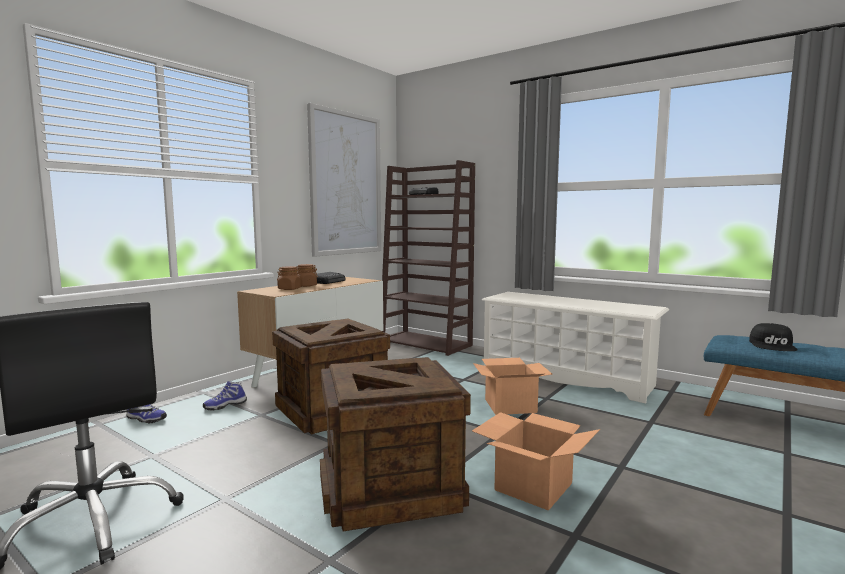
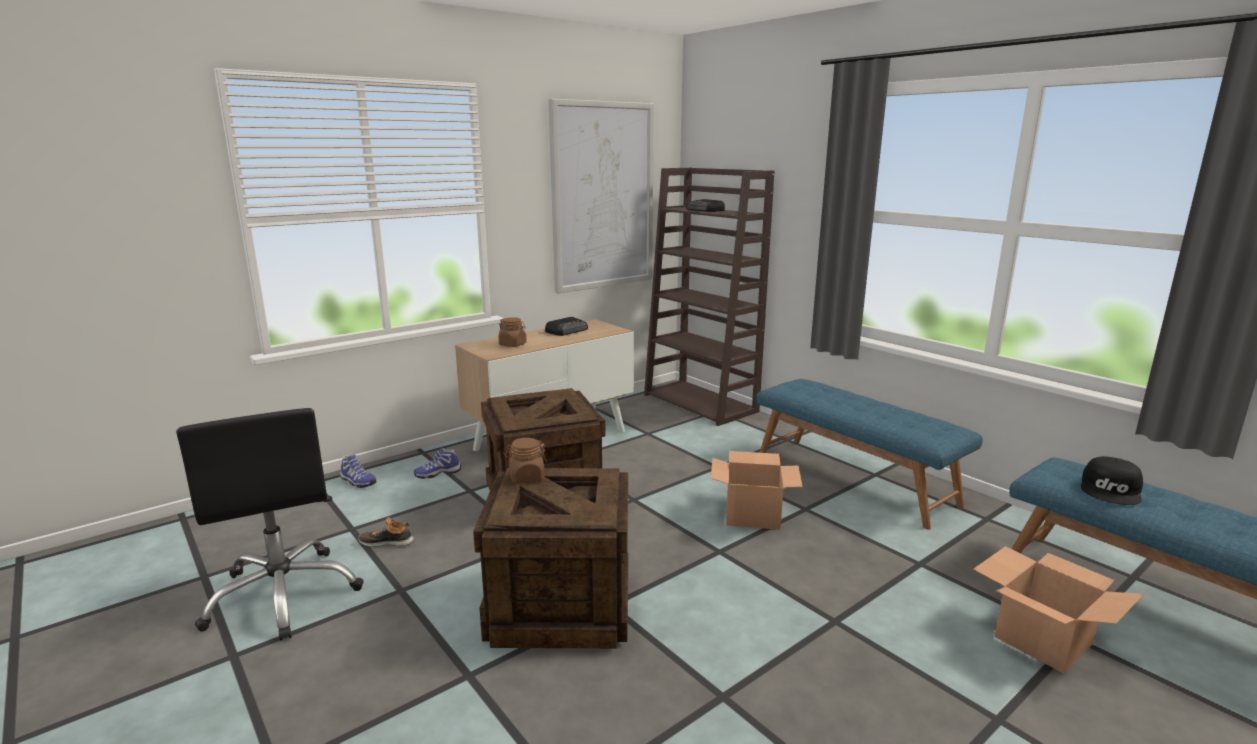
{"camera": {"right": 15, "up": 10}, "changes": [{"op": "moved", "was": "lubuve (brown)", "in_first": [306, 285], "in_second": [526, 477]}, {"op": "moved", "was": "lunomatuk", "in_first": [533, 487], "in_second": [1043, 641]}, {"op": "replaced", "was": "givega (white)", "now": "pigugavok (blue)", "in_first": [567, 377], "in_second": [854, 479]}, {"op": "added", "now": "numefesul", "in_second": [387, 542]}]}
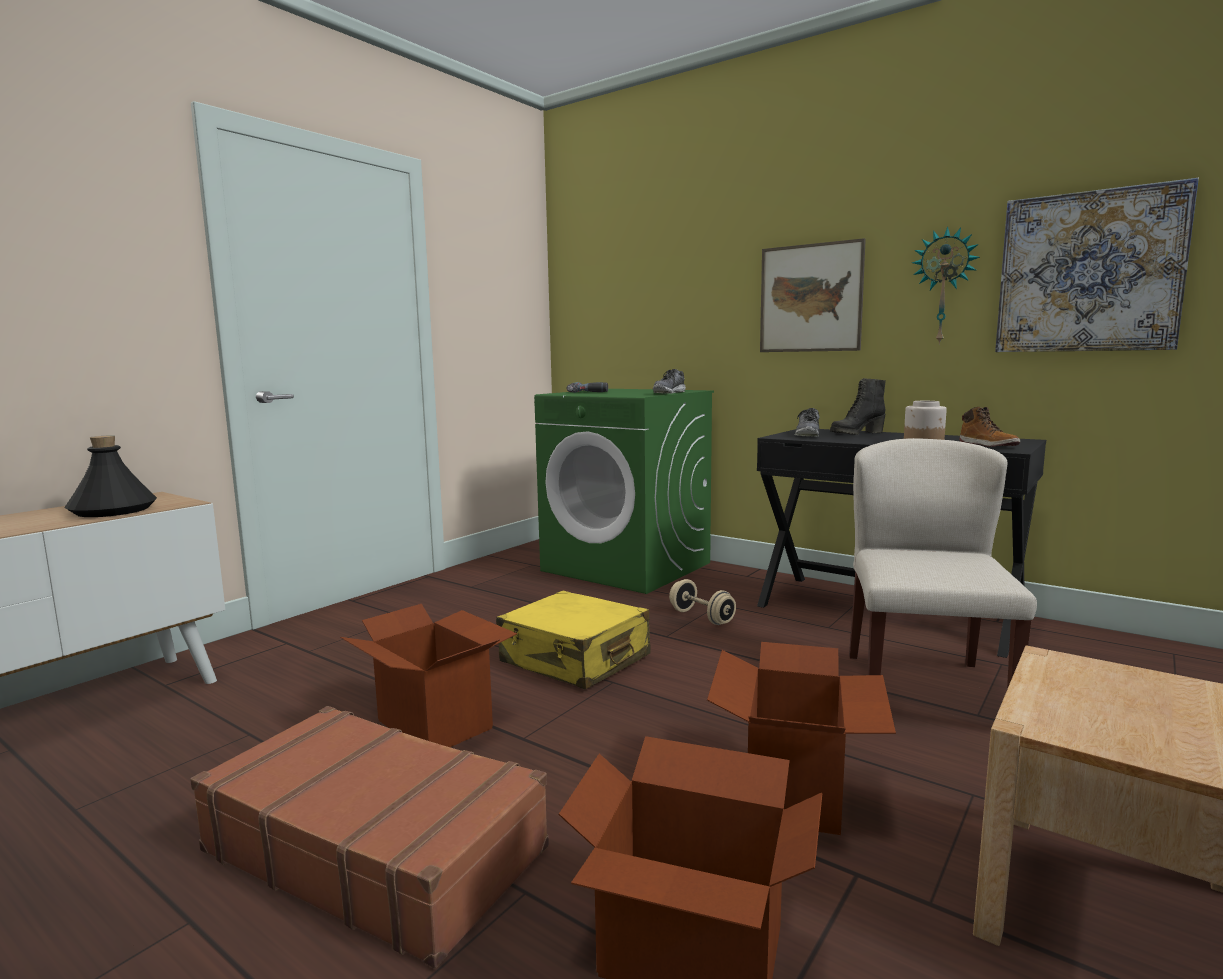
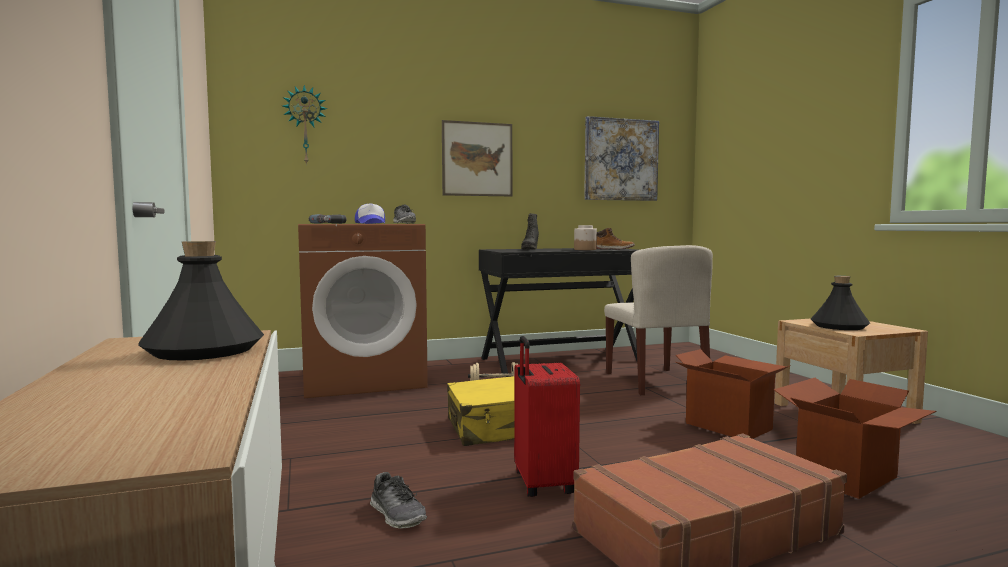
{"camera": {"right": -55, "up": -5}, "changes": [{"op": "replaced", "was": "lunomatuk", "now": "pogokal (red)", "in_first": [436, 723], "in_second": [542, 484]}, {"op": "recoloured", "was": "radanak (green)", "now": "radanak (brown)", "in_first": [627, 567], "in_second": [363, 379]}, {"op": "moved", "was": "numefesul", "in_first": [808, 434], "in_second": [397, 515]}, {"op": "turned", "was": "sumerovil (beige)", "in_first": [922, 689], "in_second": [656, 381], "clockwise": -150}, {"op": "moved", "was": "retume", "in_first": [944, 286], "in_second": [305, 125]}, {"op": "added", "now": "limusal", "in_second": [371, 223]}, {"op": "added", "now": "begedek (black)", "in_second": [839, 326]}]}
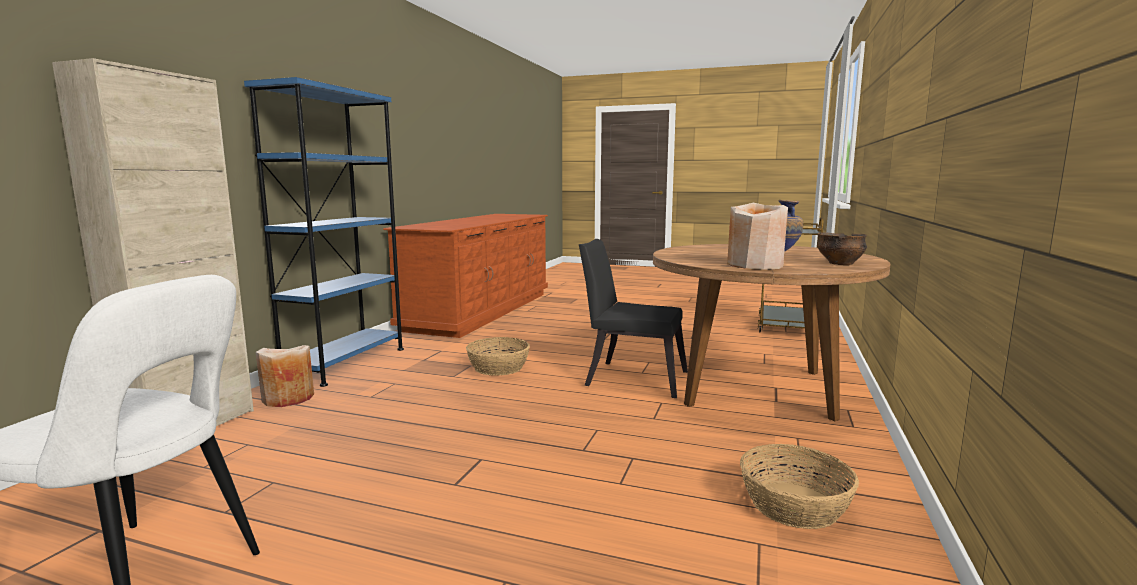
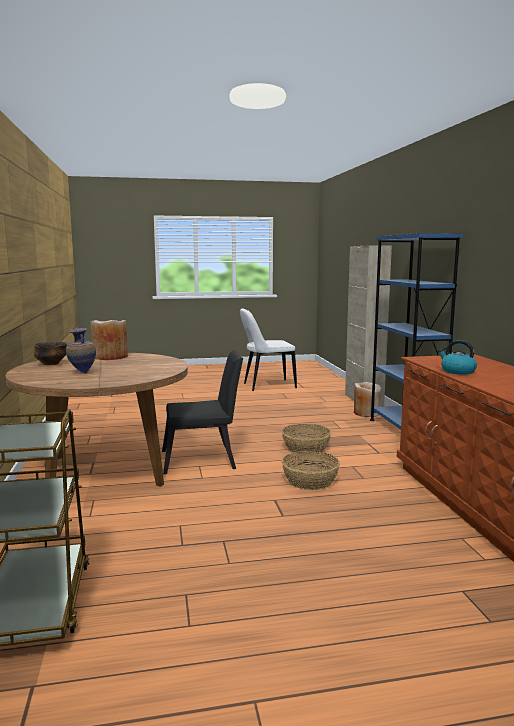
{"camera": {"right": 150, "up": 0}, "changes": [{"op": "moved", "was": "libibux", "in_first": [795, 505], "in_second": [309, 481]}, {"op": "added", "now": "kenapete", "in_second": [457, 371]}]}
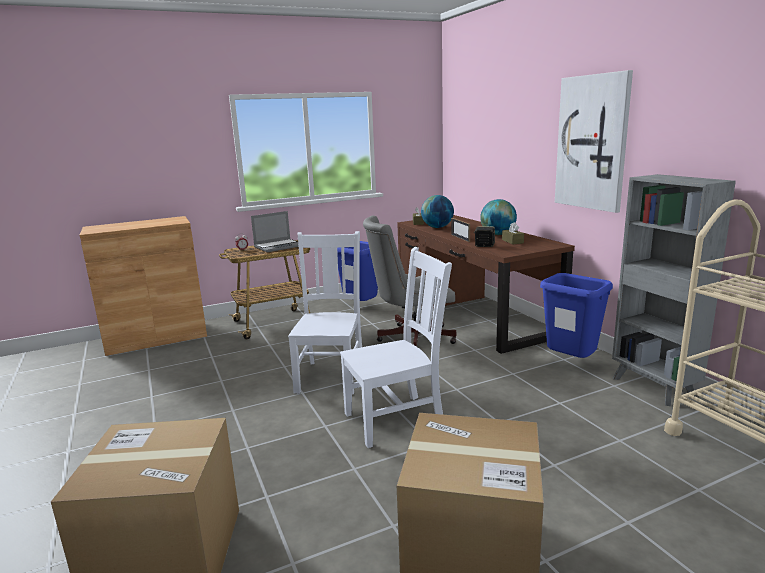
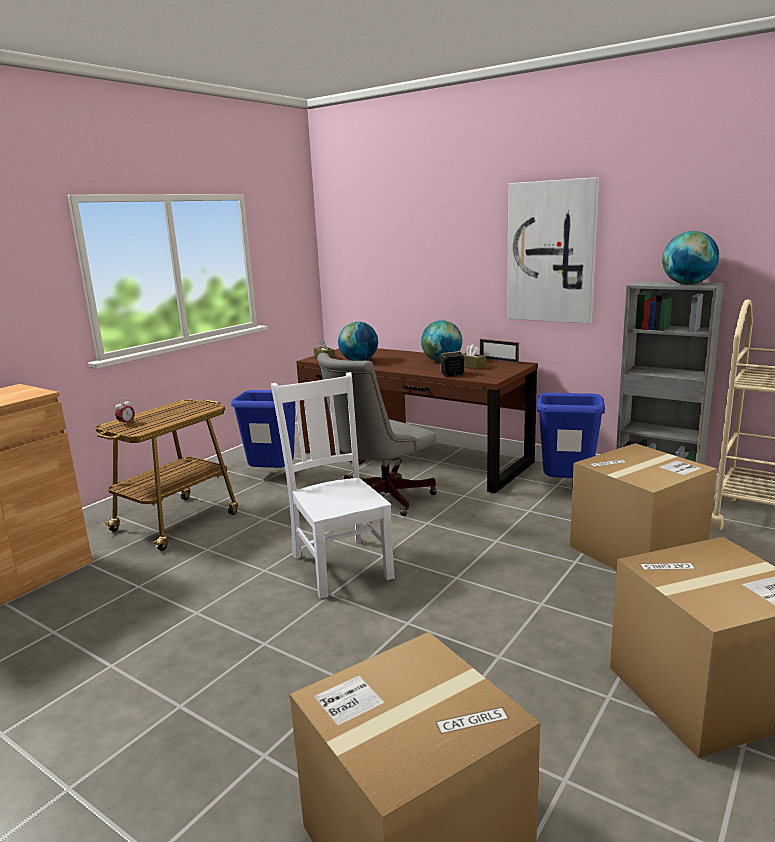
{"camera": {"right": -30, "up": 0}, "changes": [{"op": "removed", "was": "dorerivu", "in_first": [278, 246]}, {"op": "removed", "was": "sumerovil (white)", "in_first": [397, 419]}, {"op": "moved", "was": "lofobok", "in_first": [460, 238], "in_second": [498, 360]}, {"op": "added", "now": "lunomatuk", "in_second": [636, 551]}, {"op": "added", "now": "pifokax", "in_second": [688, 284]}]}
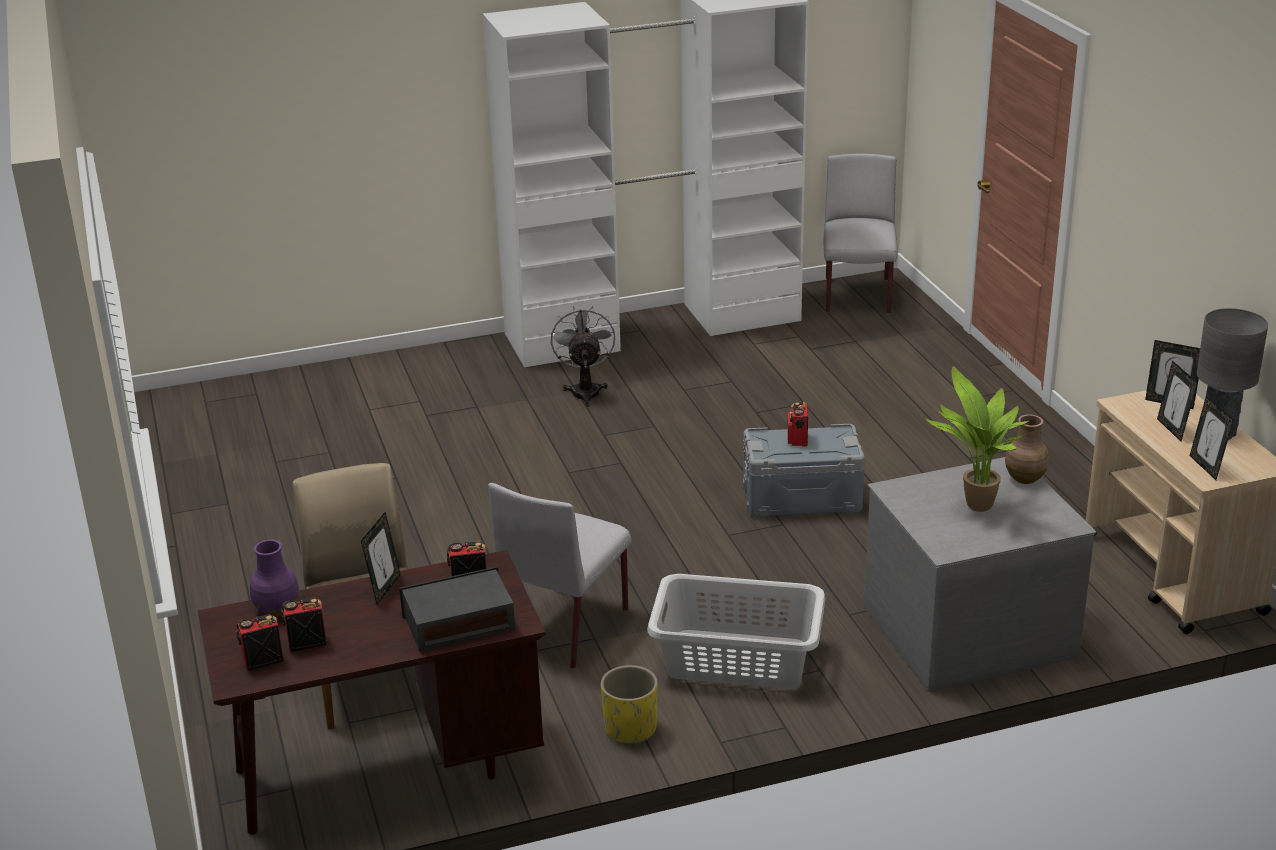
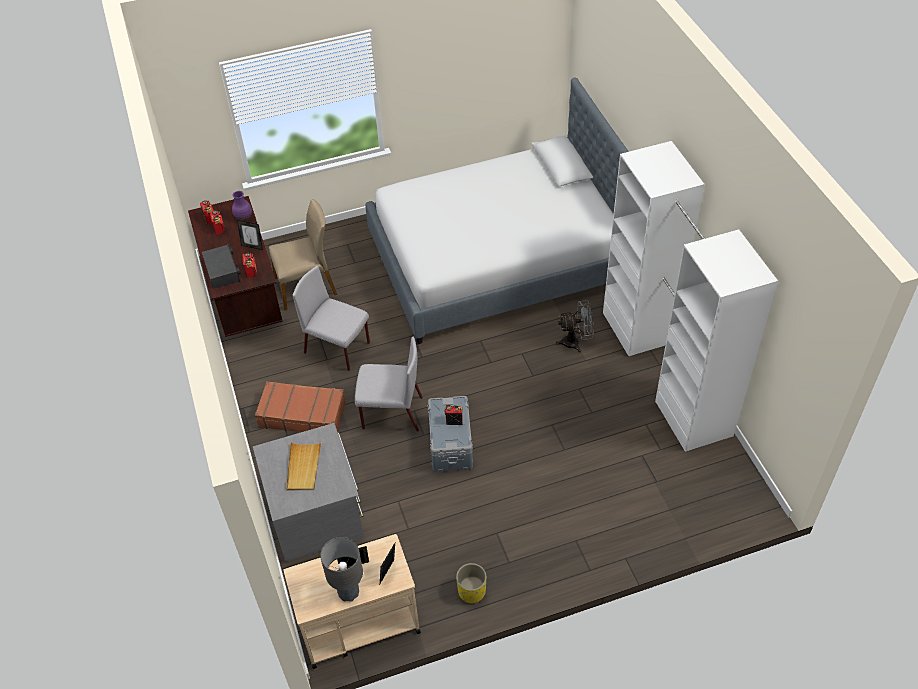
{"camera": {"right": 90, "up": 20}, "changes": [{"op": "moved", "was": "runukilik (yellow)", "in_first": [630, 729], "in_second": [471, 591]}, {"op": "replaced", "was": "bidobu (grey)", "now": "pogokal (brown)", "in_first": [737, 660], "in_second": [302, 414]}, {"op": "moved", "was": "sumerovil (grey)", "in_first": [857, 296], "in_second": [391, 413]}, {"op": "replaced", "was": "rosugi", "now": "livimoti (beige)", "in_first": [974, 507], "in_second": [303, 467]}, {"op": "removed", "was": "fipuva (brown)", "in_first": [1025, 478]}, {"op": "removed", "was": "lofobok", "in_first": [1206, 467]}, {"op": "added", "now": "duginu", "in_second": [499, 259]}]}
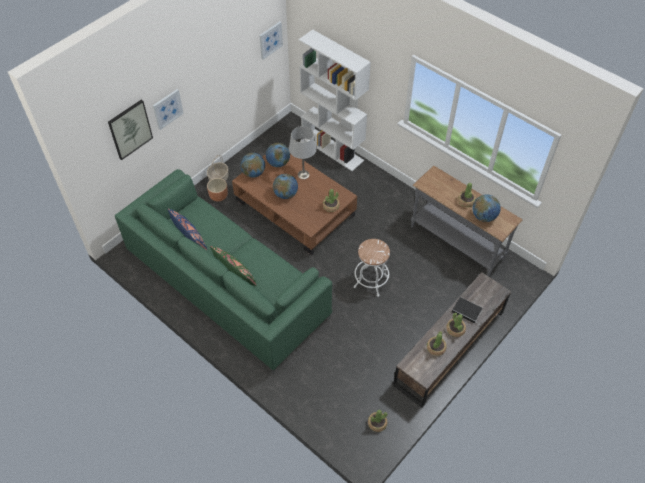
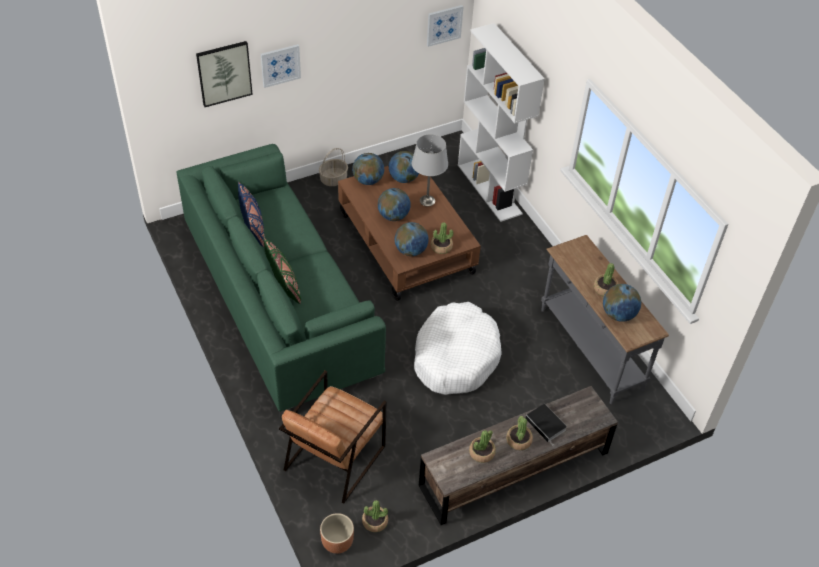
{"camera": {"right": 20, "up": -5}, "changes": [{"op": "moved", "was": "runukilik (brown)", "in_first": [218, 196], "in_second": [337, 542]}, {"op": "replaced", "was": "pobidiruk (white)", "now": "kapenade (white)", "in_first": [371, 281], "in_second": [455, 356]}, {"op": "added", "now": "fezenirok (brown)", "in_second": [334, 457]}, {"op": "added", "now": "pifokax", "in_second": [410, 250]}]}
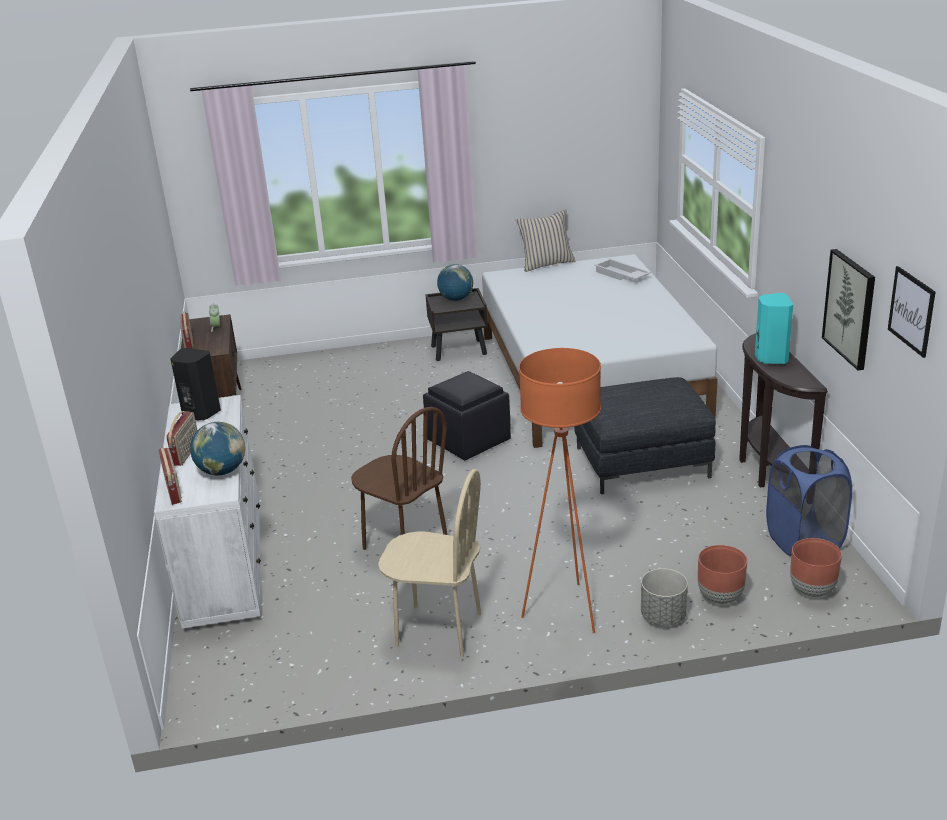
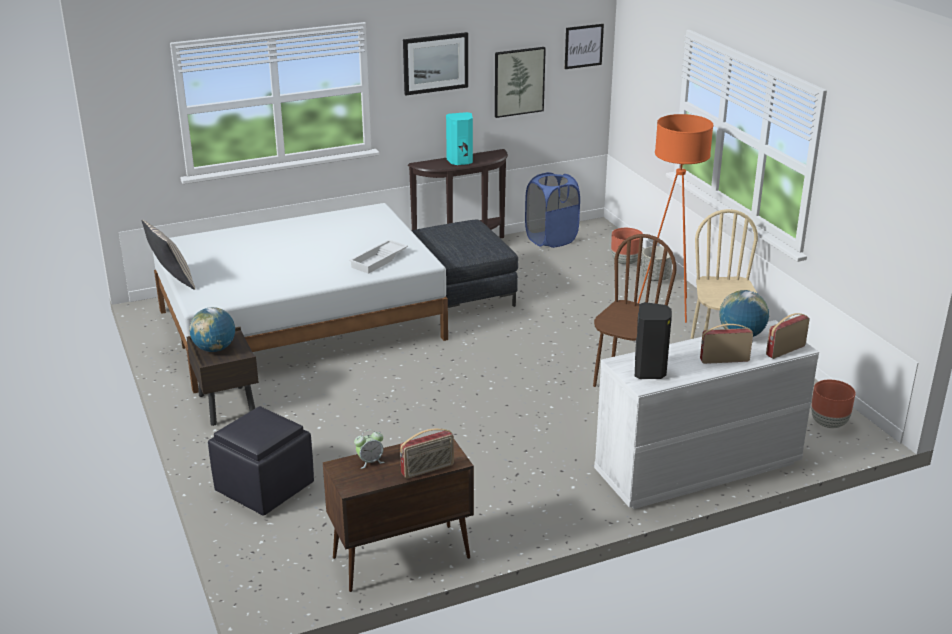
{"camera": {"right": -105, "up": 0}, "changes": [{"op": "moved", "was": "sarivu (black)", "in_first": [469, 440], "in_second": [264, 487]}, {"op": "moved", "was": "livimoti (white)", "in_first": [621, 275], "in_second": [379, 260]}, {"op": "moved", "was": "runukilik (brown)", "in_first": [812, 590], "in_second": [829, 423]}, {"op": "added", "now": "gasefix", "in_second": [435, 63]}]}
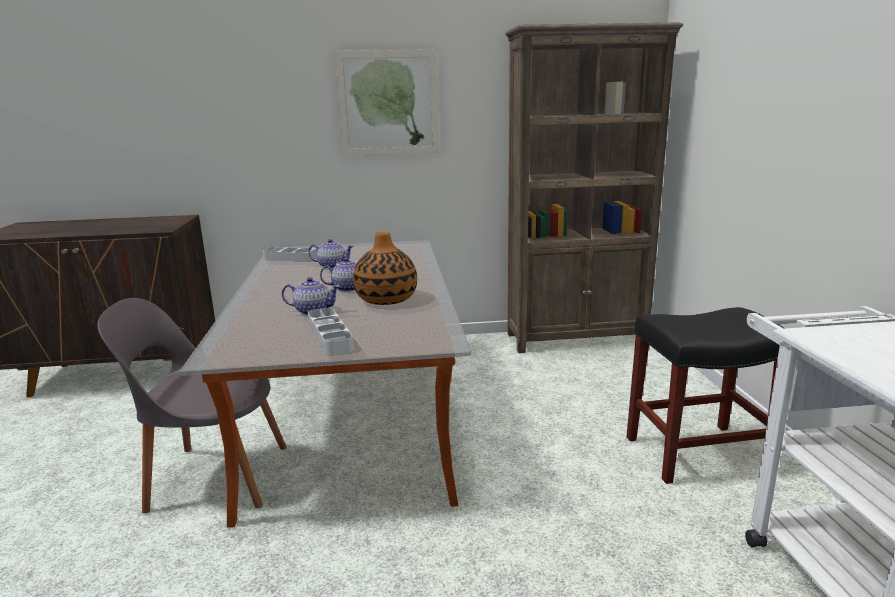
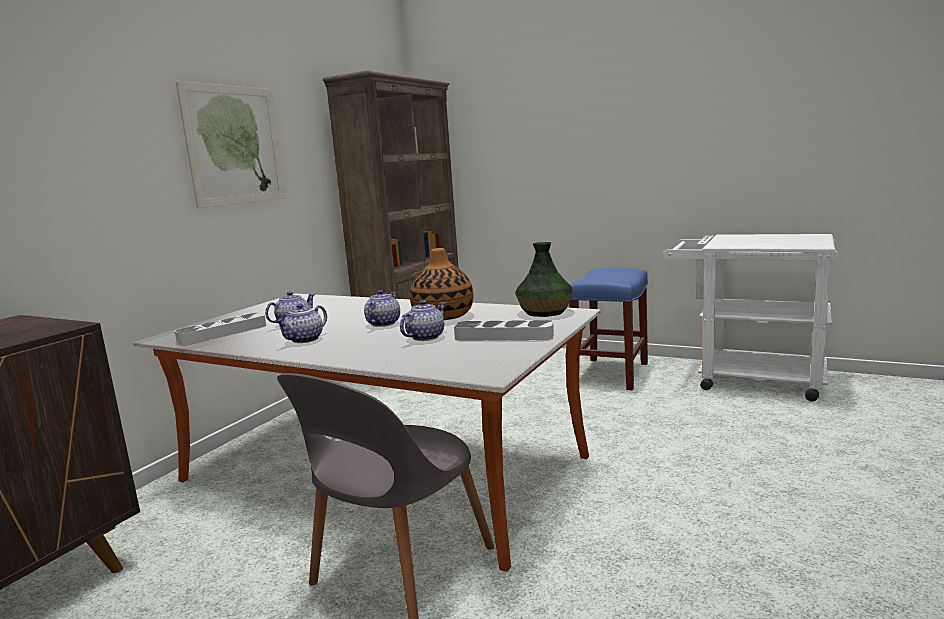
{"camera": {"right": -55, "up": -5}, "changes": [{"op": "recoloured", "was": "pobidiruk (black)", "now": "pobidiruk (blue)", "in_first": [698, 452], "in_second": [610, 373]}, {"op": "added", "now": "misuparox", "in_second": [304, 340]}, {"op": "added", "now": "fipuva", "in_second": [545, 312]}]}
